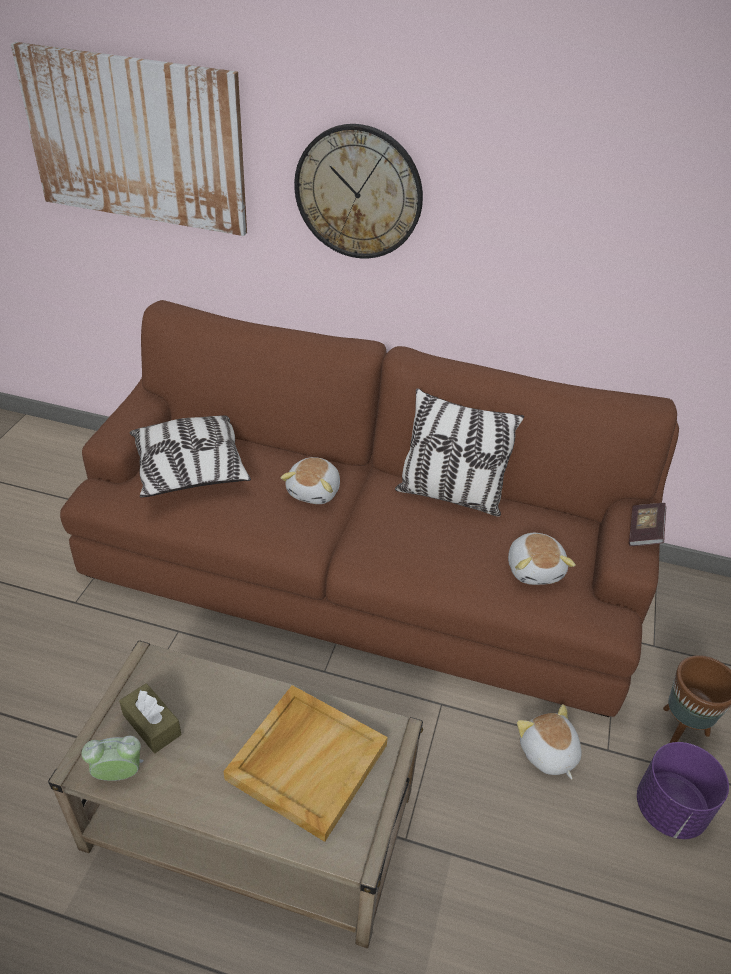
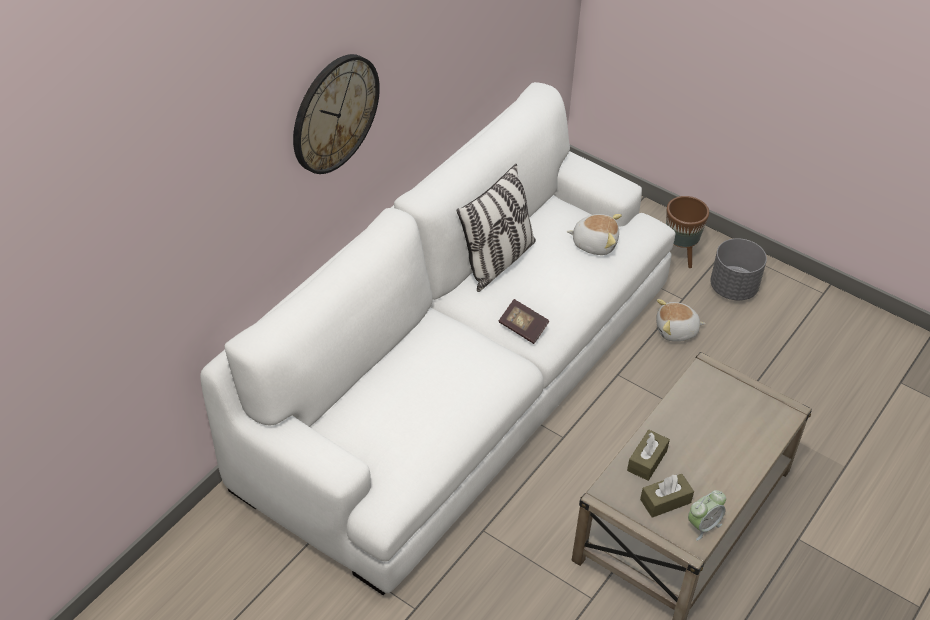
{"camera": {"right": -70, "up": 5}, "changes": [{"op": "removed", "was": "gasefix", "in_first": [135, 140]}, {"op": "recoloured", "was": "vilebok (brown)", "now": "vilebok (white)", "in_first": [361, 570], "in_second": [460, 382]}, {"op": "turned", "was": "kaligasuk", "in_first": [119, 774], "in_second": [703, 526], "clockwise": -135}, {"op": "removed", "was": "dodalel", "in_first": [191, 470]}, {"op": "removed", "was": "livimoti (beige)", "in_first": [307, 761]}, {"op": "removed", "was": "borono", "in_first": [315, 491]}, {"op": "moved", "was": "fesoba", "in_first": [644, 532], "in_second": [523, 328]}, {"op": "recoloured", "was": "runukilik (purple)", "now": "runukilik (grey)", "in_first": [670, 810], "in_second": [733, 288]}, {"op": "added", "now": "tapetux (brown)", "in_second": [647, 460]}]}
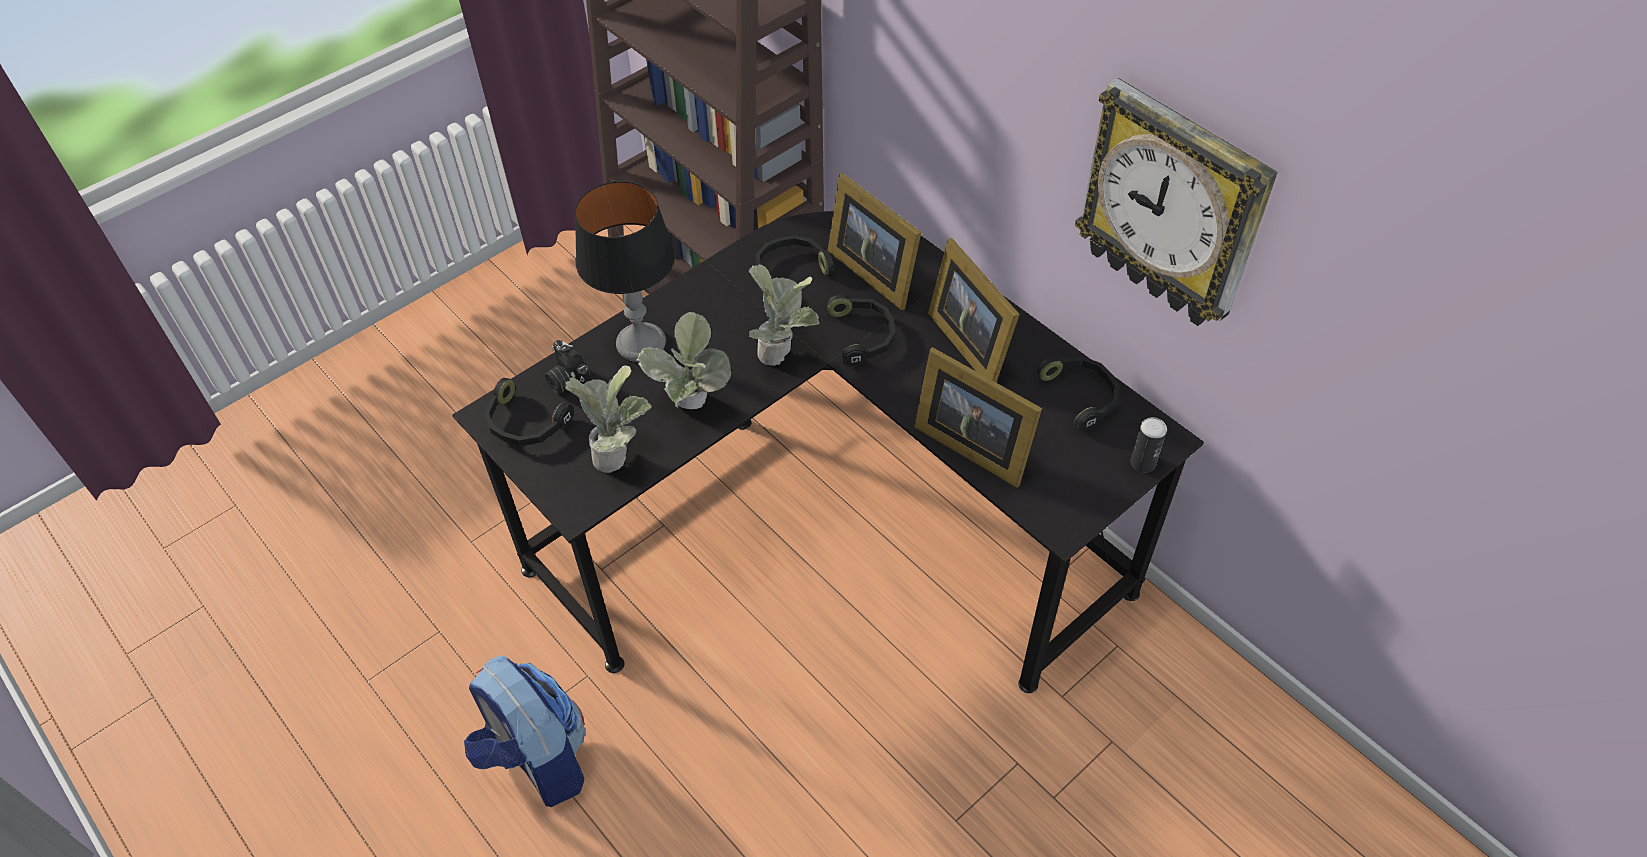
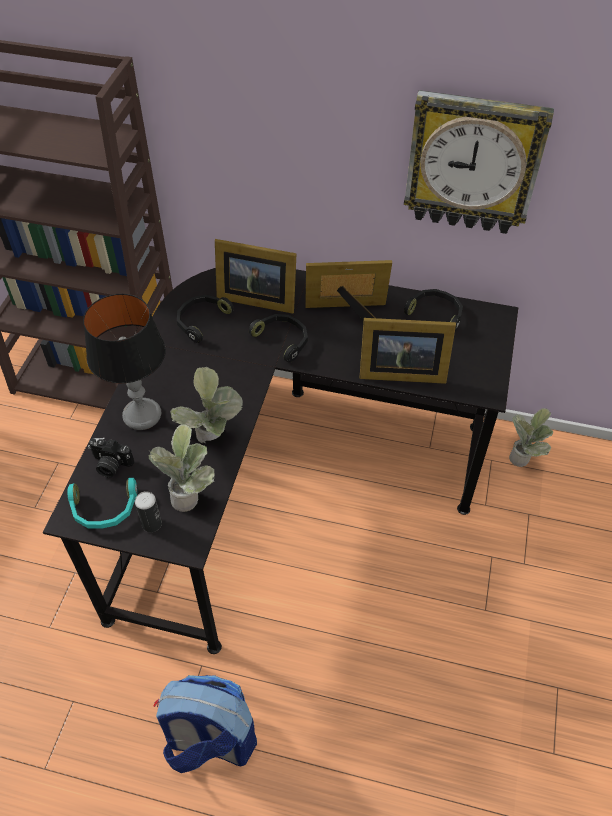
{"camera": {"right": -35, "up": 0}, "changes": [{"op": "recoloured", "was": "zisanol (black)", "now": "zisanol (turquoise)", "in_first": [525, 424], "in_second": [104, 509]}, {"op": "moved", "was": "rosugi", "in_first": [783, 354], "in_second": [523, 456]}, {"op": "turned", "was": "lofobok", "in_first": [971, 341], "in_second": [349, 312], "clockwise": 150}, {"op": "moved", "was": "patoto", "in_first": [1143, 462], "in_second": [152, 523]}]}
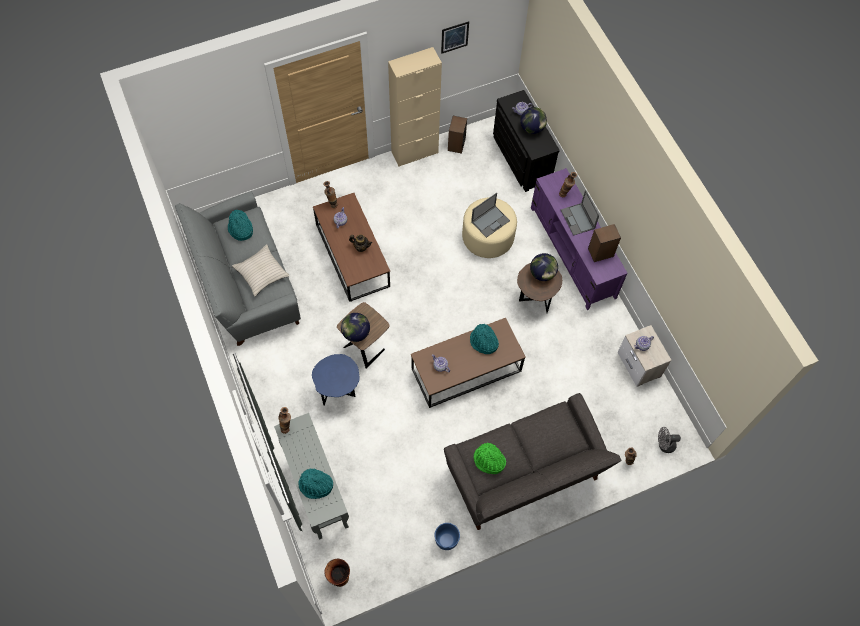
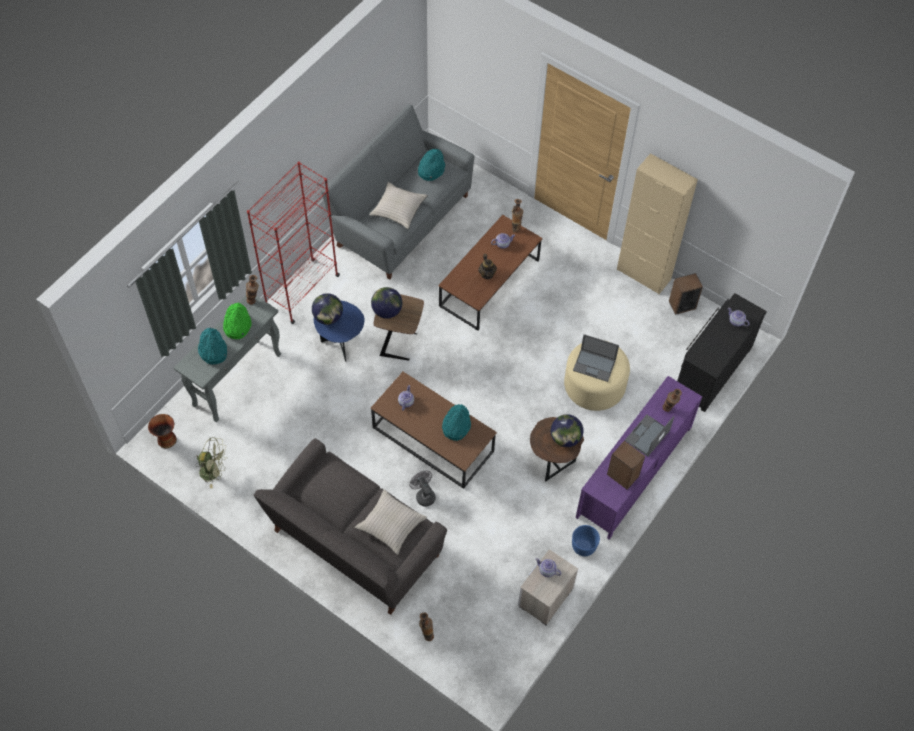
{"camera": {"right": 60, "up": -5}, "changes": [{"op": "moved", "was": "runukilik (blue)", "in_first": [446, 540], "in_second": [583, 547]}, {"op": "removed", "was": "gasefix", "in_first": [454, 37]}, {"op": "moved", "was": "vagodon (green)", "in_first": [489, 461], "in_second": [237, 325]}, {"op": "moved", "was": "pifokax", "in_first": [532, 128], "in_second": [328, 317]}, {"op": "moved", "was": "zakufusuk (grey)", "in_first": [664, 445], "in_second": [423, 495]}, {"op": "added", "now": "zakufusuk (green)", "in_second": [214, 472]}, {"op": "added", "now": "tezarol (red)", "in_second": [302, 291]}, {"op": "added", "now": "dodalel (beige)", "in_second": [391, 525]}]}
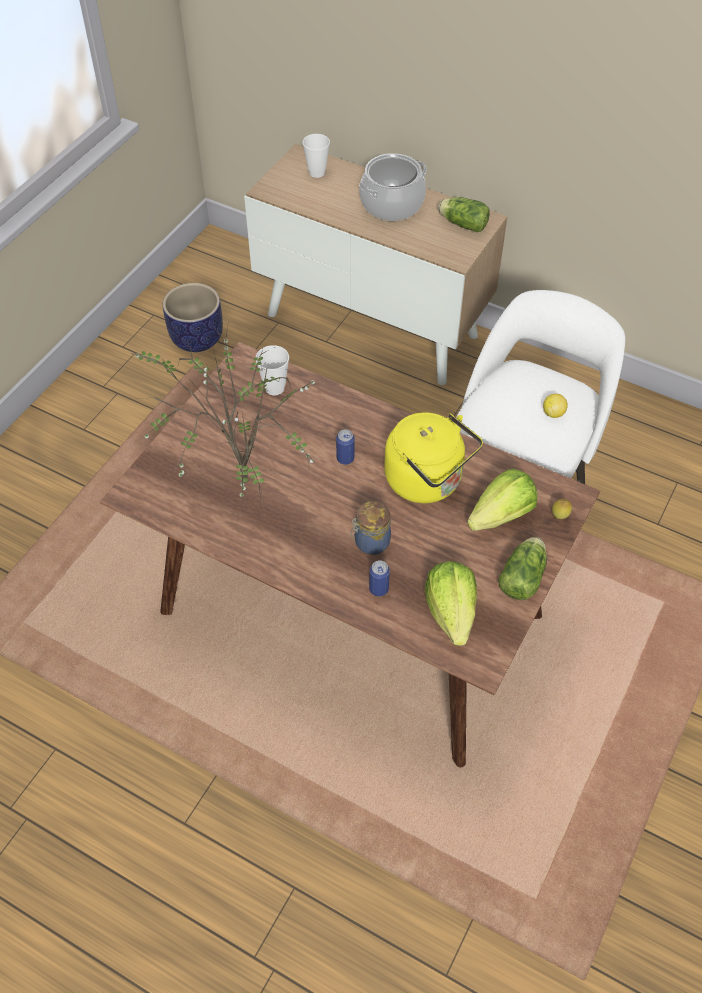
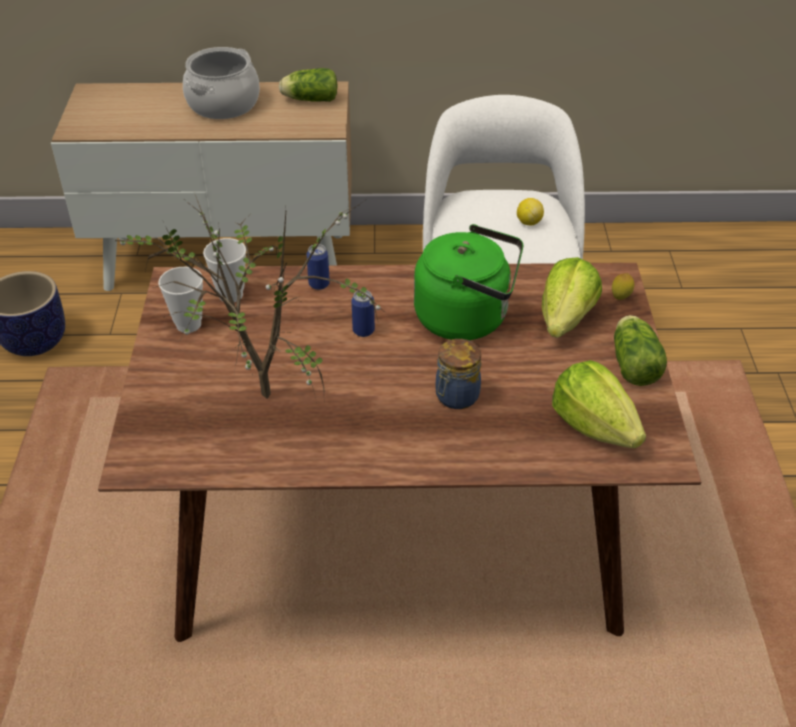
{"camera": {"right": -30, "up": -10}, "changes": [{"op": "moved", "was": "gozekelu", "in_first": [317, 172], "in_second": [188, 324]}, {"op": "moved", "was": "patoto", "in_first": [378, 589], "in_second": [319, 284]}, {"op": "recoloured", "was": "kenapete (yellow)", "now": "kenapete (green)", "in_first": [428, 481], "in_second": [467, 318]}]}
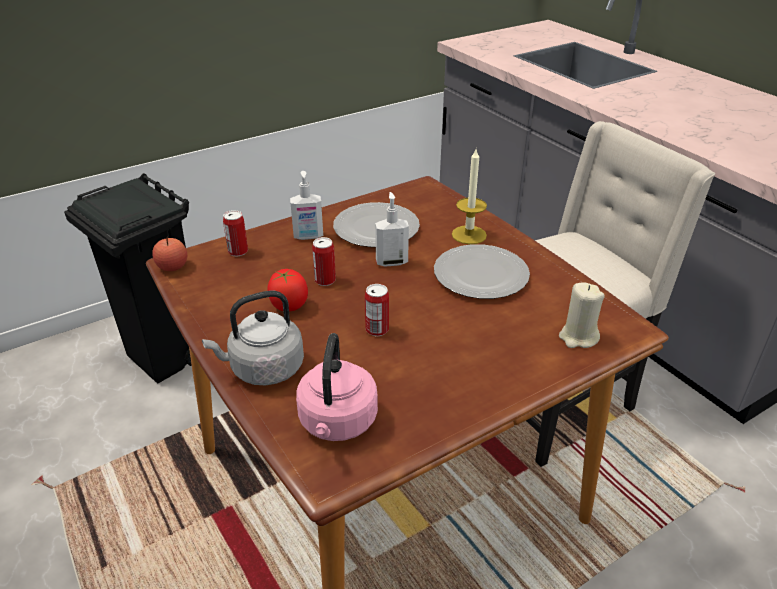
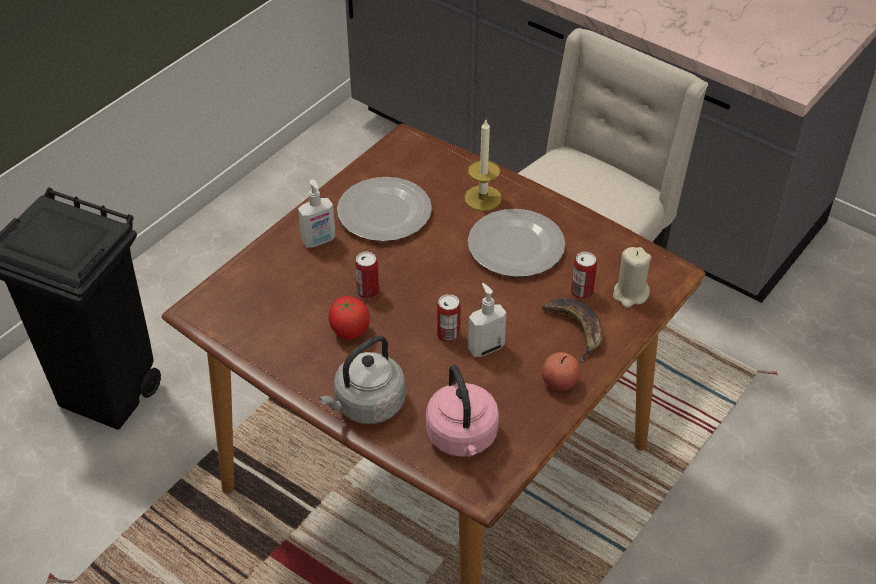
{"camera": {"right": -20, "up": 10}, "changes": [{"op": "moved", "was": "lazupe", "in_first": [172, 267], "in_second": [559, 382]}, {"op": "moved", "was": "patoto", "in_first": [238, 251], "in_second": [581, 292]}, {"op": "moved", "was": "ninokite", "in_first": [391, 262], "in_second": [485, 347]}, {"op": "added", "now": "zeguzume", "in_second": [575, 329]}]}
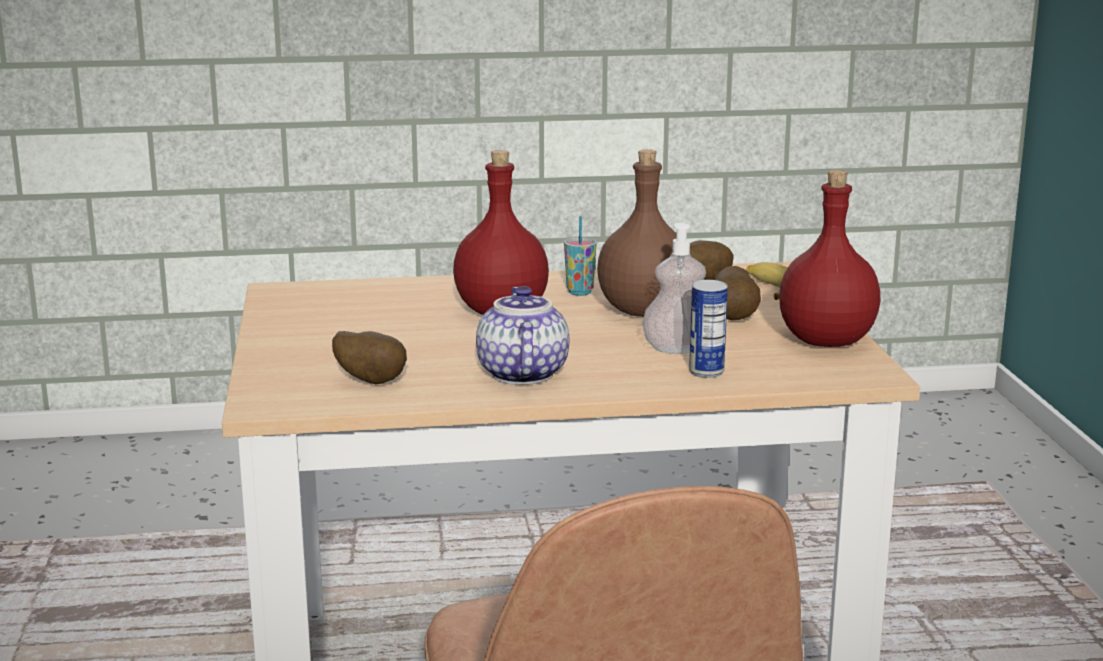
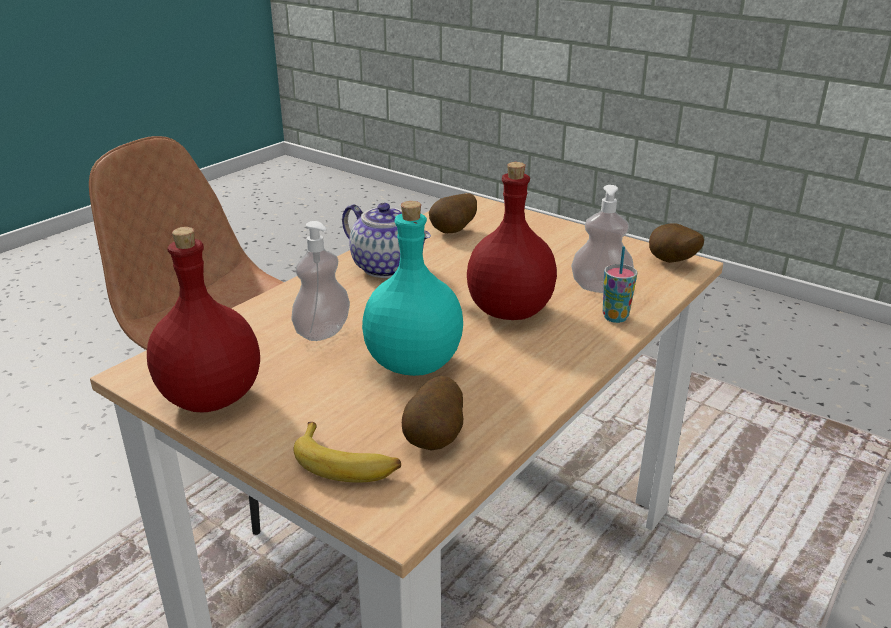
{"camera": {"right": 135, "up": 10}, "changes": [{"op": "moved", "was": "gozekelu", "in_first": [579, 292], "in_second": [615, 317]}, {"op": "recoloured", "was": "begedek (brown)", "now": "begedek (turquoise)", "in_first": [643, 311], "in_second": [415, 364]}, {"op": "removed", "was": "patoto", "in_first": [706, 372]}, {"op": "moved", "was": "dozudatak", "in_first": [735, 318], "in_second": [671, 263]}, {"op": "added", "now": "ninokite", "in_second": [600, 287]}]}
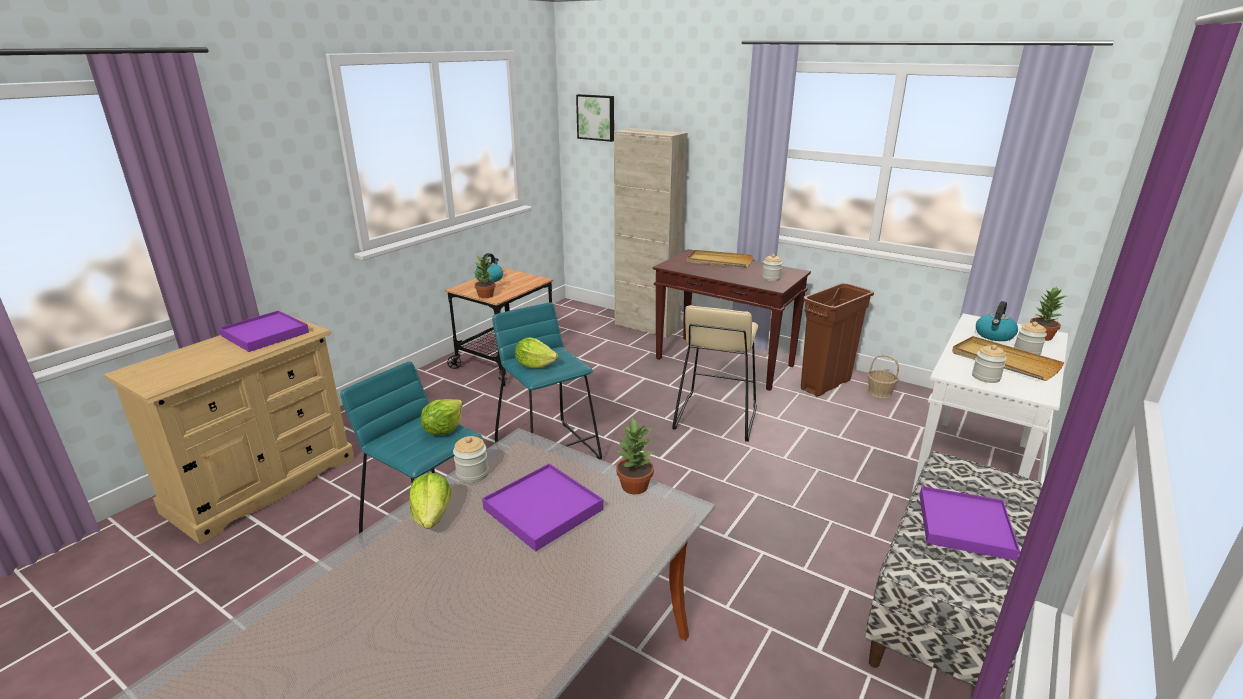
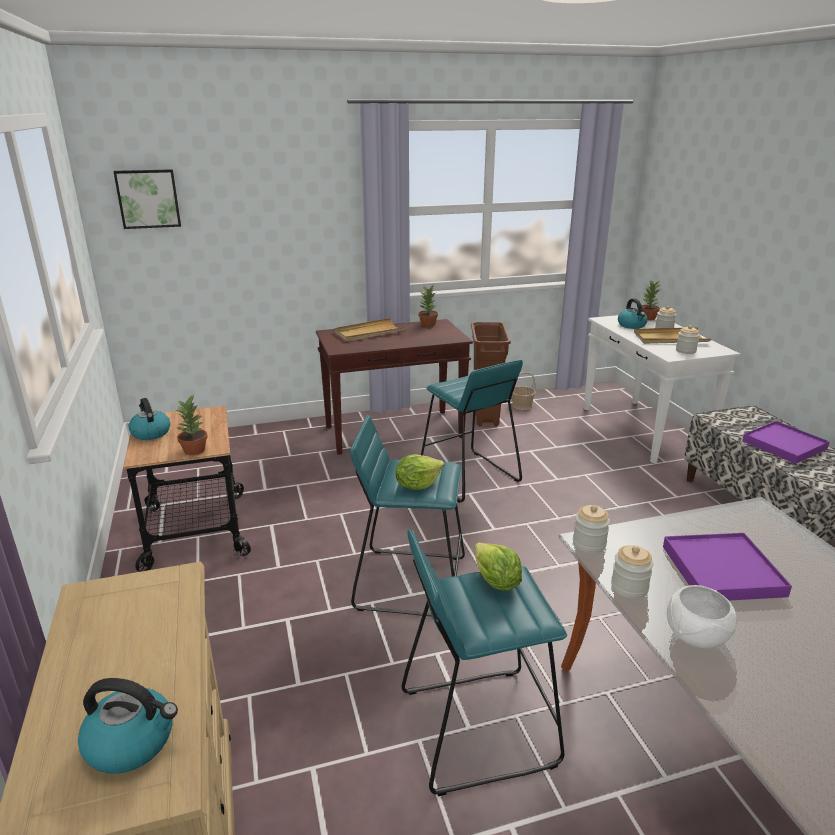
{"camera": {"right": -50, "up": 0}, "changes": [{"op": "removed", "was": "livimoti (purple)", "in_first": [265, 334]}, {"op": "replaced", "was": "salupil", "now": "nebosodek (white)", "in_first": [432, 516], "in_second": [694, 636]}, {"op": "removed", "was": "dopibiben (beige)", "in_first": [646, 326]}, {"op": "moved", "was": "rosugi", "in_first": [634, 486], "in_second": [428, 324]}, {"op": "recoloured", "was": "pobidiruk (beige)", "now": "pobidiruk (turquoise)", "in_first": [715, 417], "in_second": [468, 476]}, {"op": "moved", "was": "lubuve", "in_first": [771, 278], "in_second": [589, 544]}, {"op": "added", "now": "kenapete", "in_second": [132, 742]}]}
